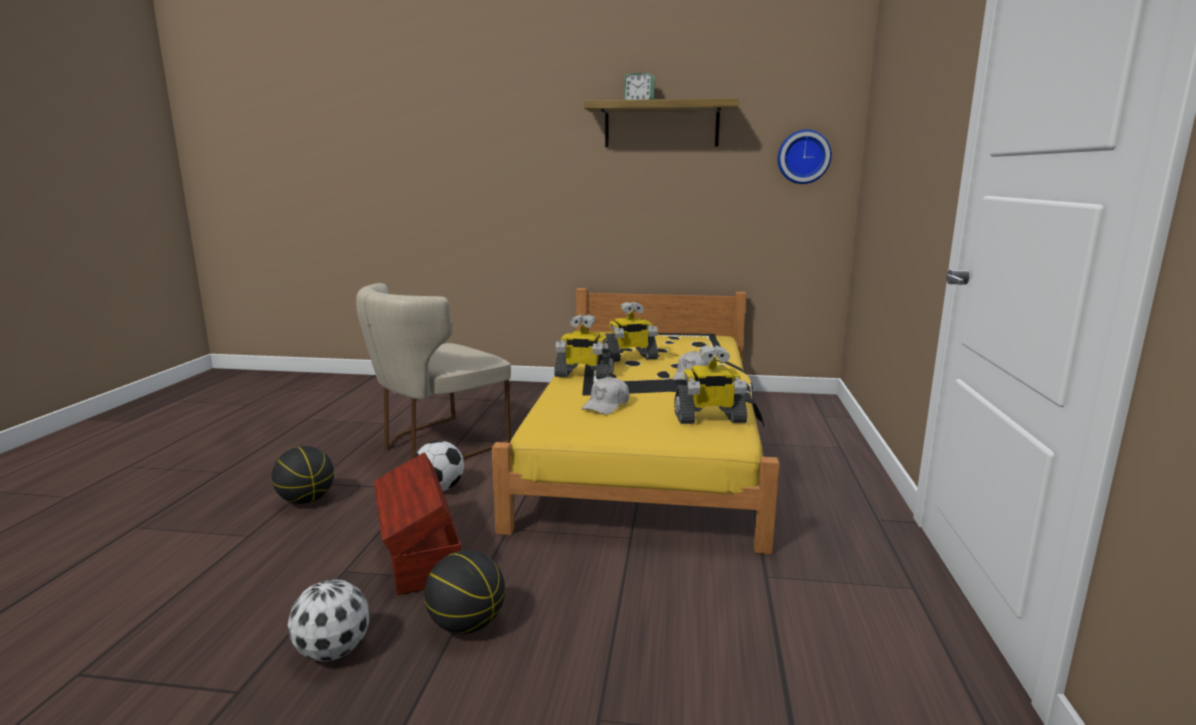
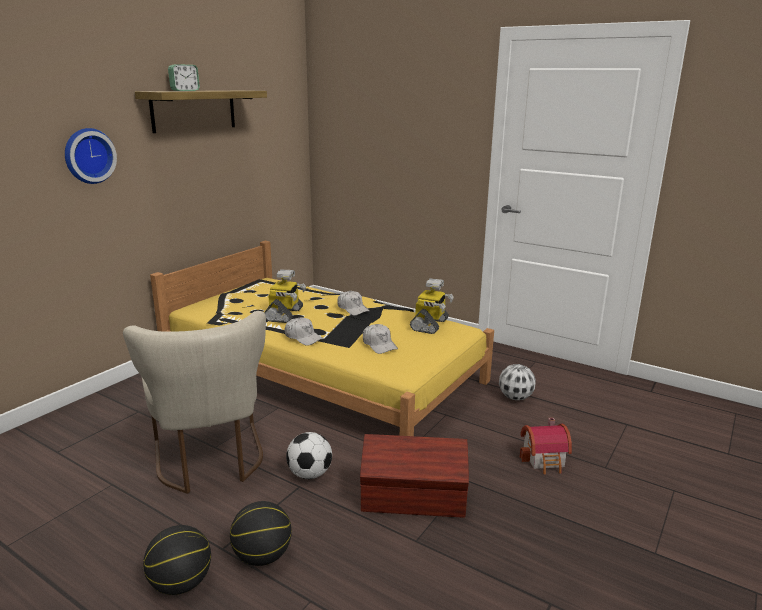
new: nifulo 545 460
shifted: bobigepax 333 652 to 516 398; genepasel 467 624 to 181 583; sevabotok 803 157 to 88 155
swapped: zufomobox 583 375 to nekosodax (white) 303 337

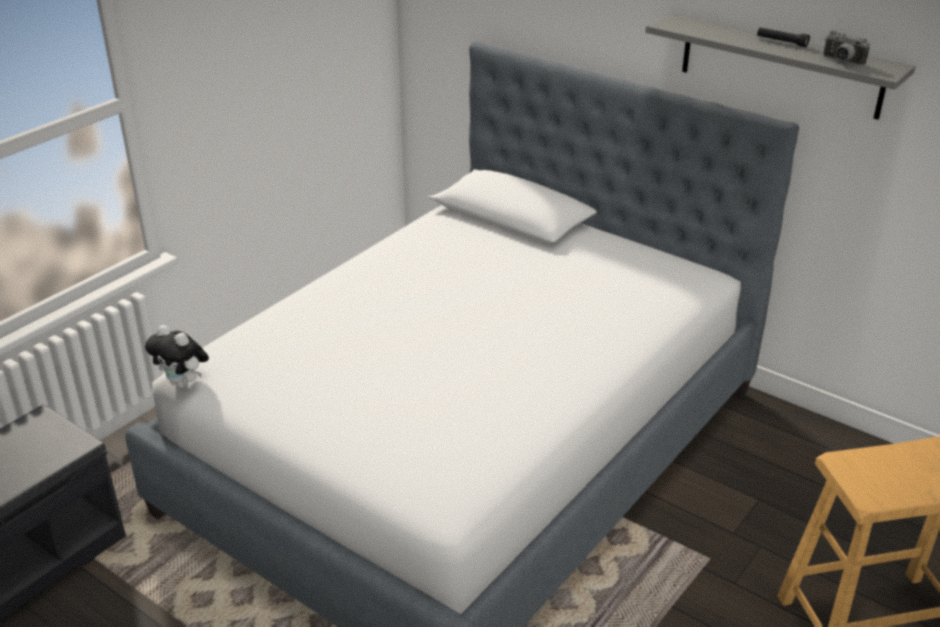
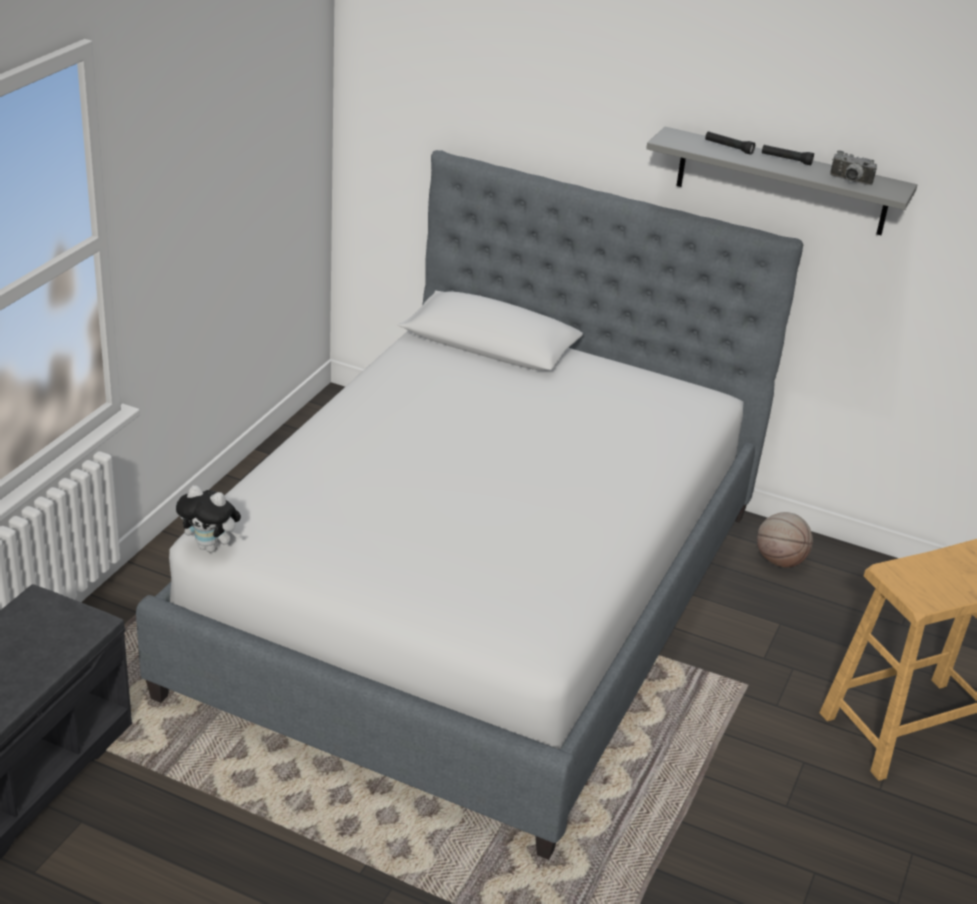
new: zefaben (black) 728 147; genepasel 780 561

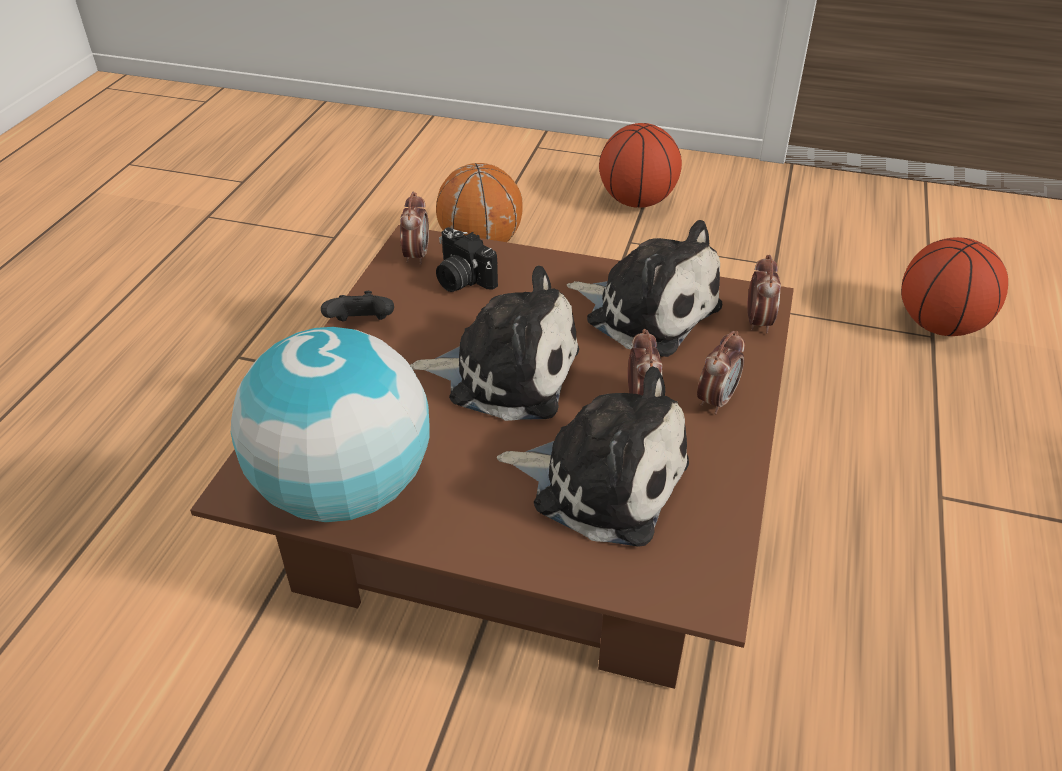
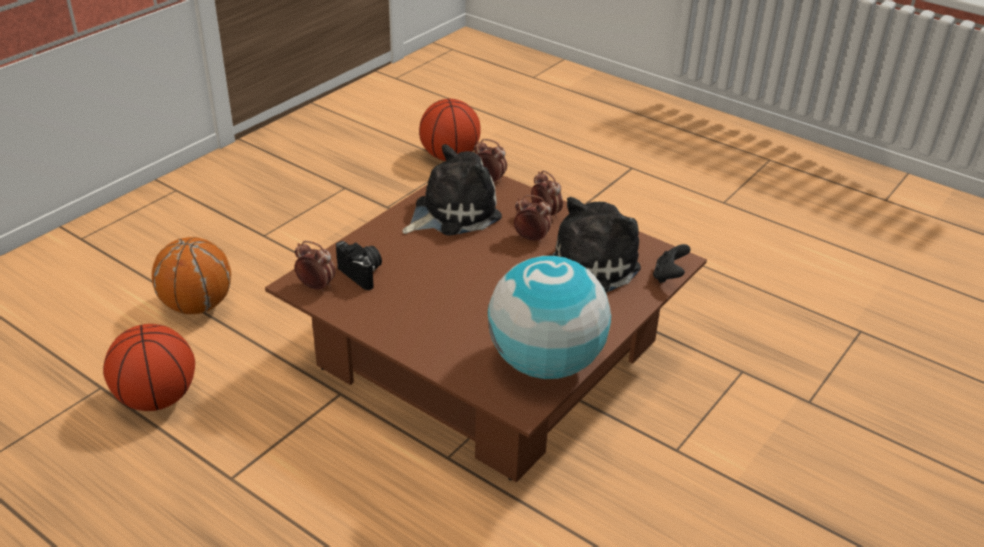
gone: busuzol 506 373
shifted: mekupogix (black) 362 325 to 669 276; genepasel 636 202 to 157 399
rotated: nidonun 461 280 = 363 273 105 degrees counterclockwise

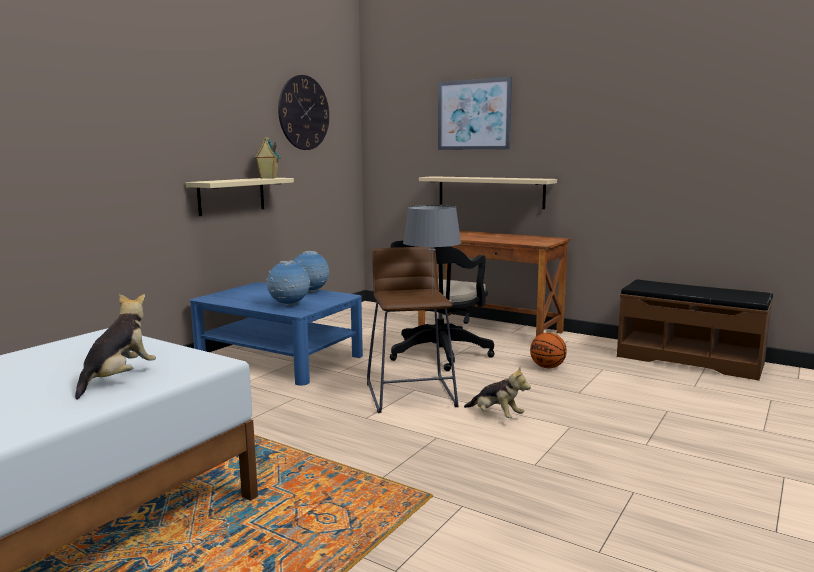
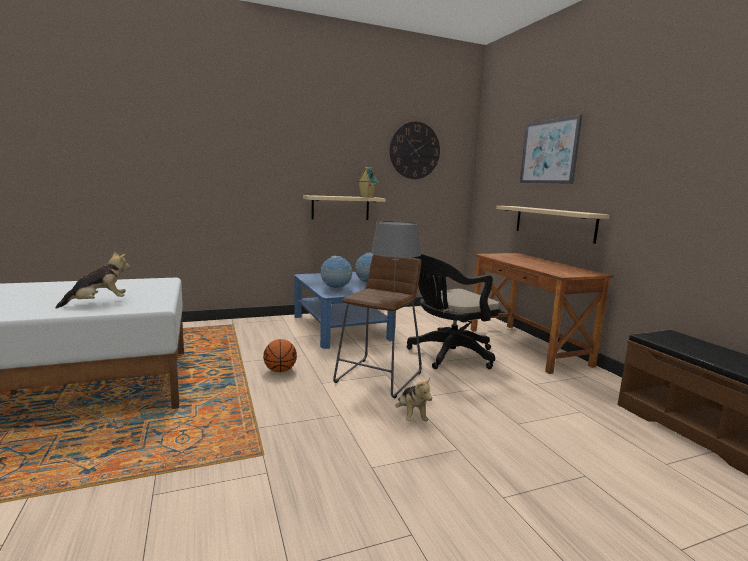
shifted: genepasel 547 367 to 280 371

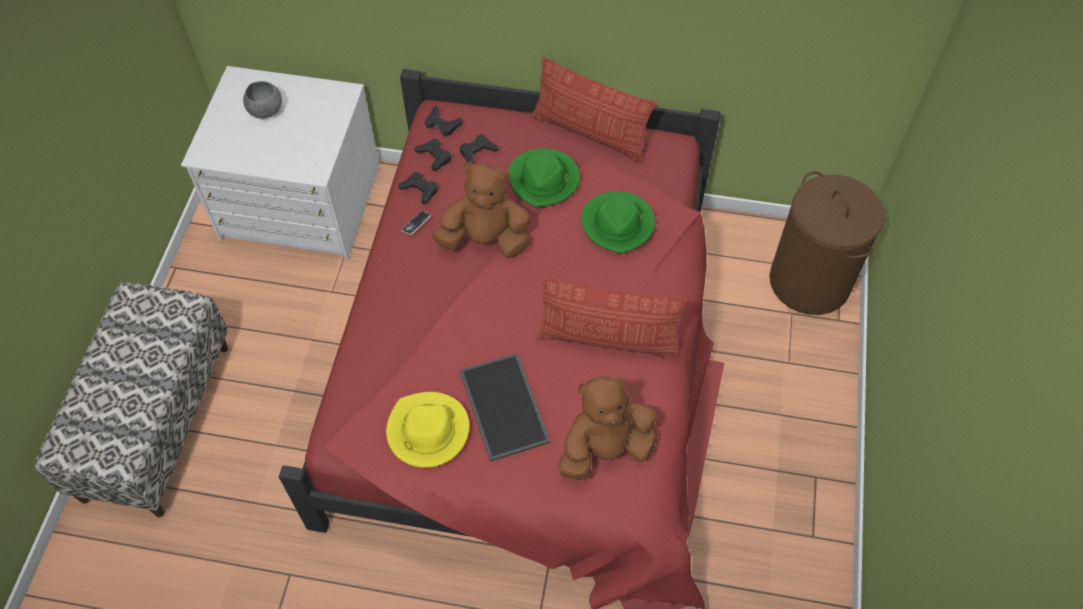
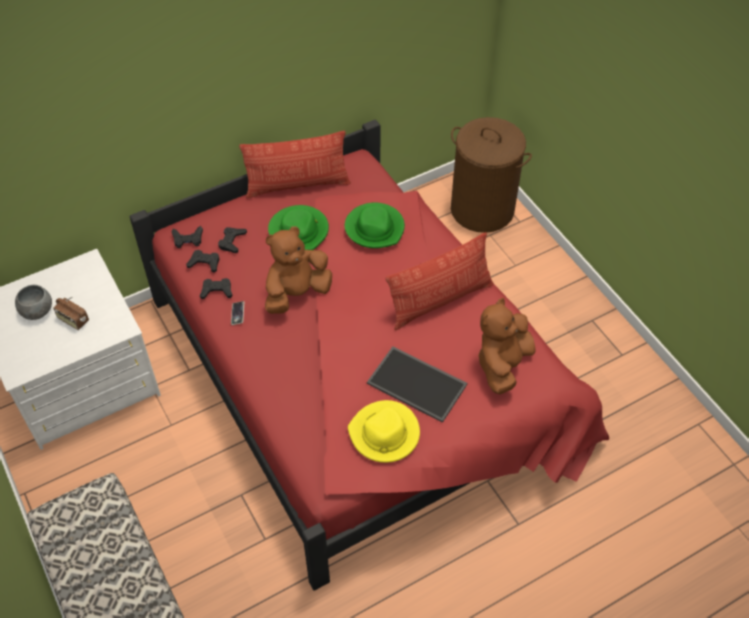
new: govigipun 73 320

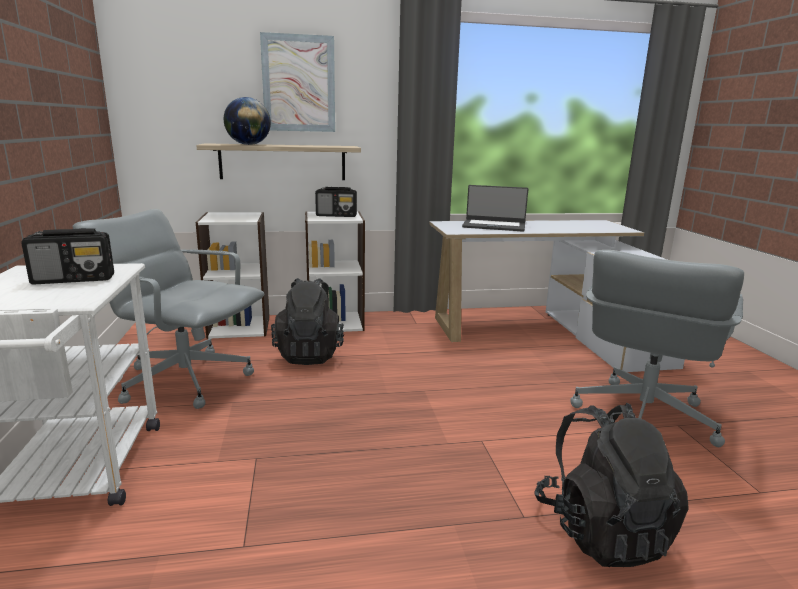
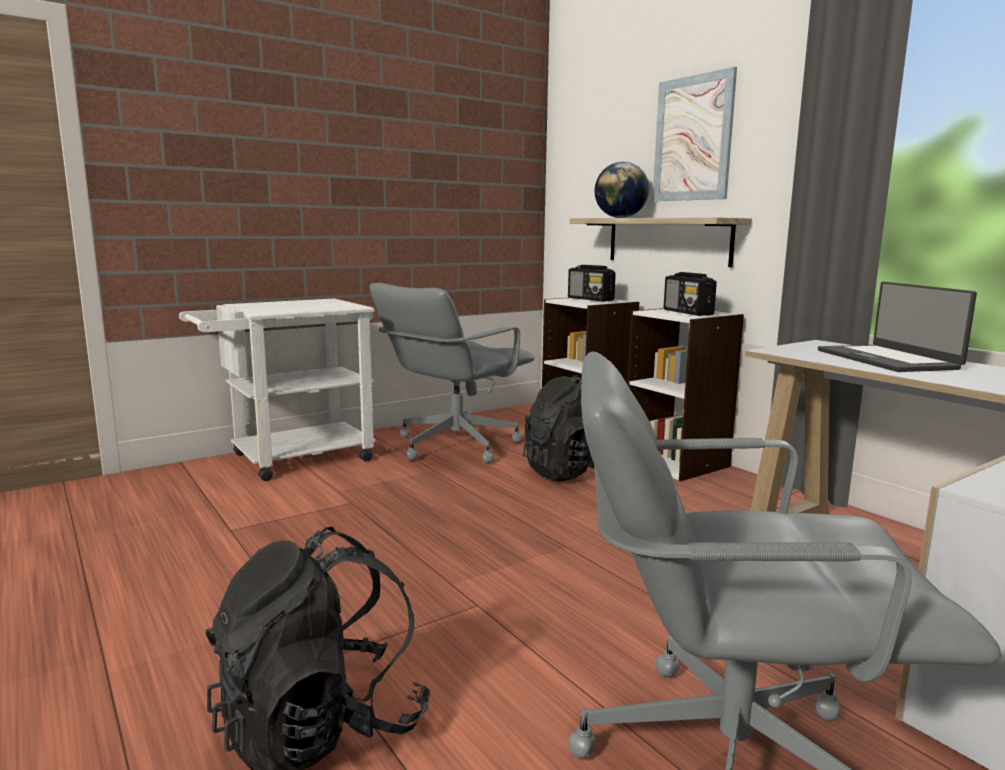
shifted: govigipun 74 279 to 591 299
rotated: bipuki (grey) 185 379 = 454 445 135 degrees counterclockwise

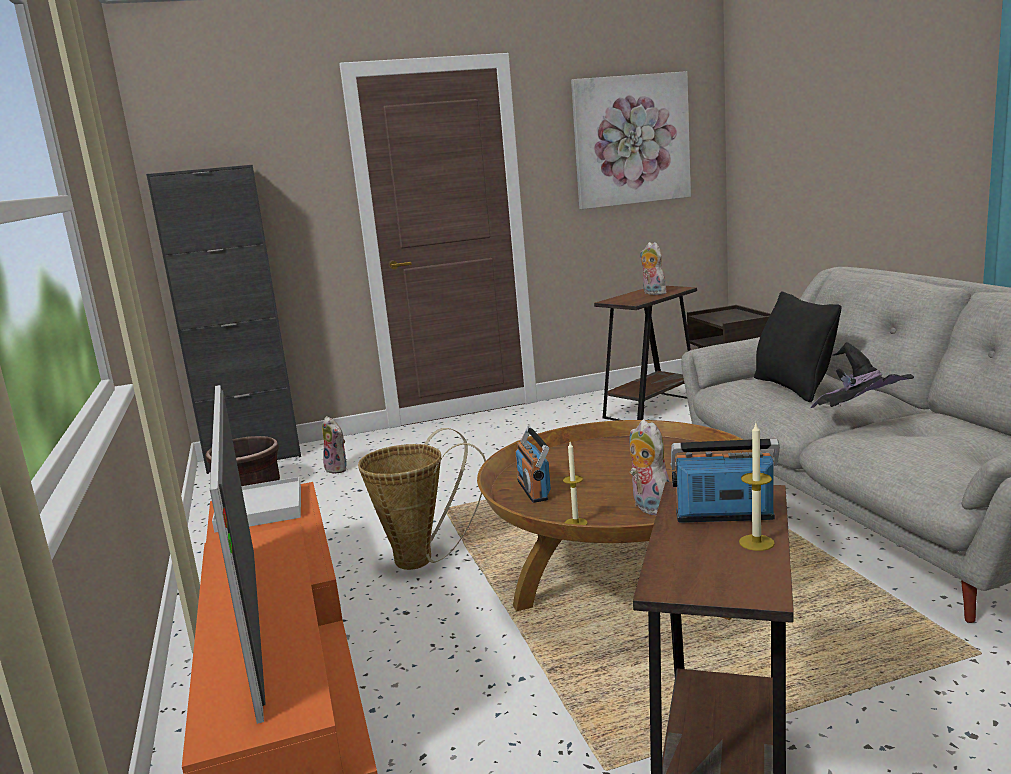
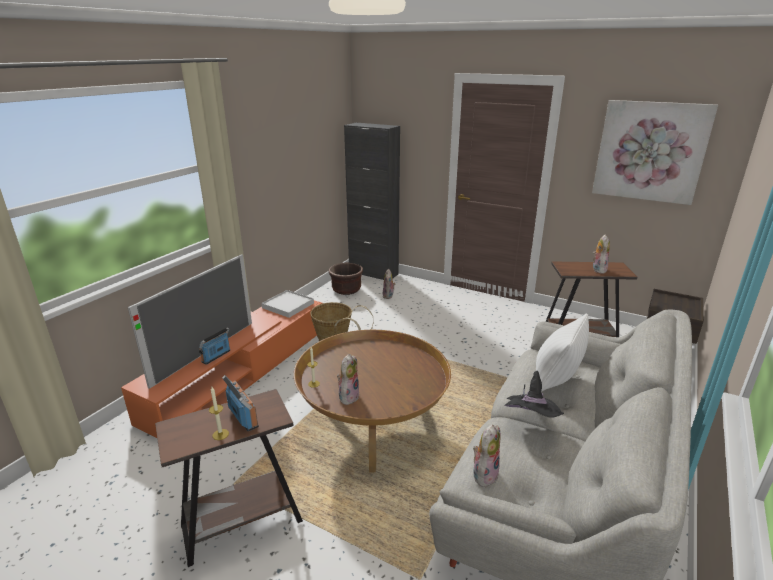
new: busuzol 484 474
shifted: govigipun 533 490 to 216 356
repainted: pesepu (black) 793 388 to pesepu (white) 556 379

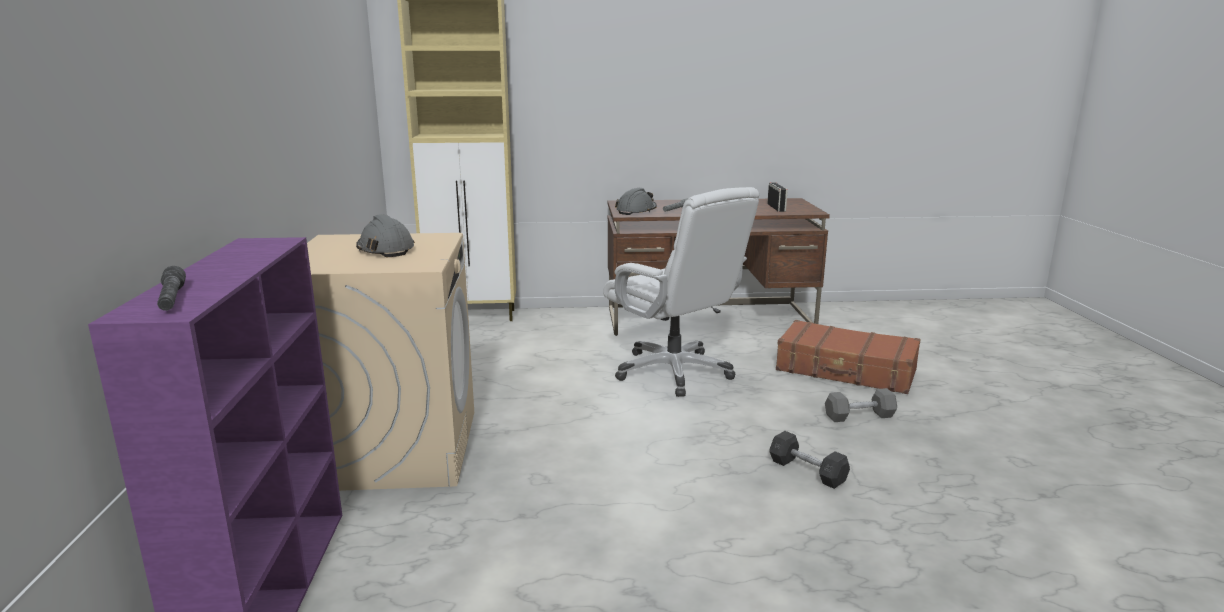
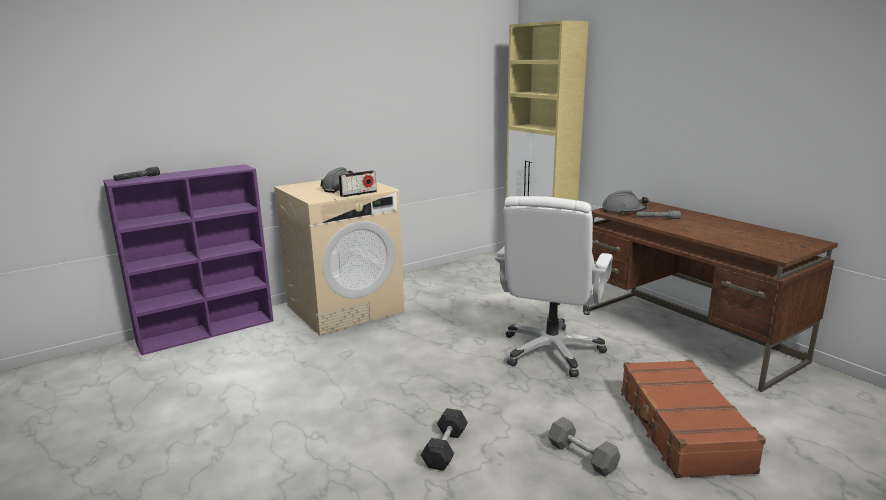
shifted: govigipun 776 208 to 358 194

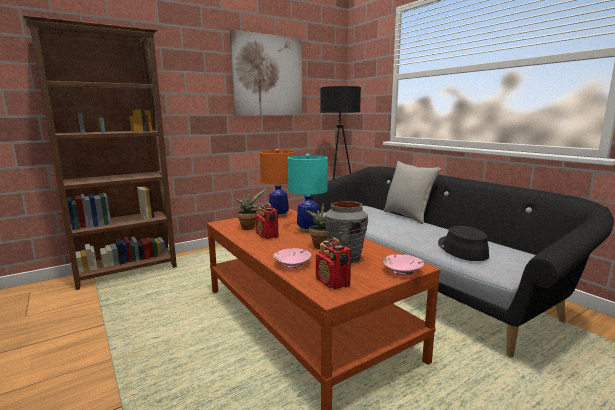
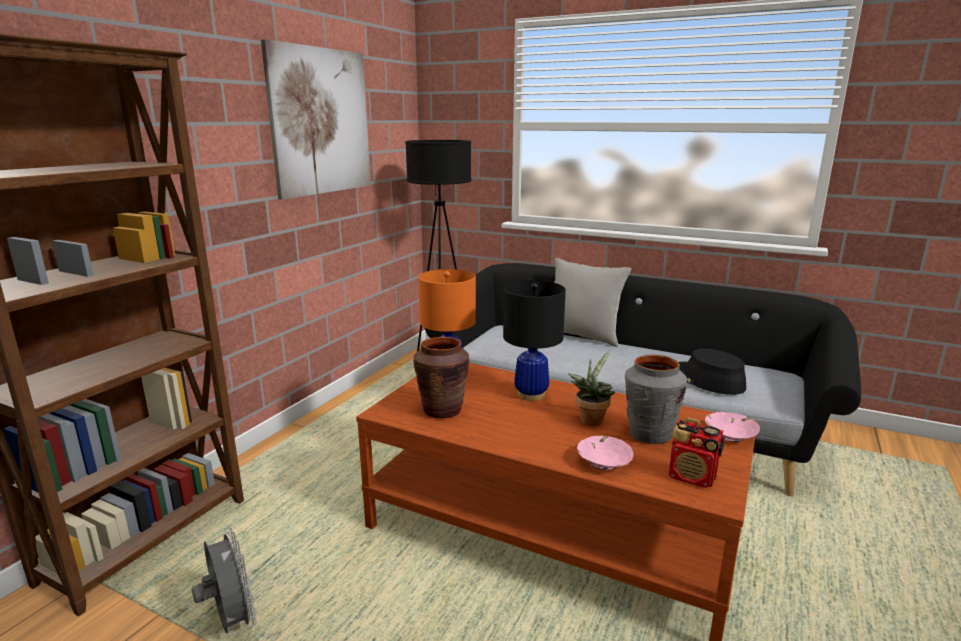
gone: govigipun 267 235
new: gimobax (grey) 231 622
swapped: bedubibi 249 227 to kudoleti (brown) 442 410
repainted: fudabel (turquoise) 308 229 to fudabel (black) 531 394

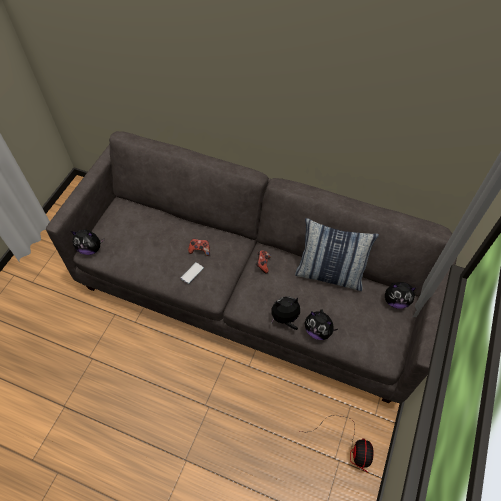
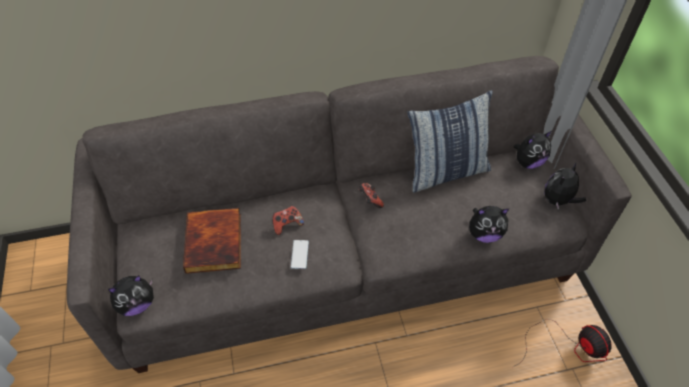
new: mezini 215 243
shifted: busuzol 285 319 to 558 200

